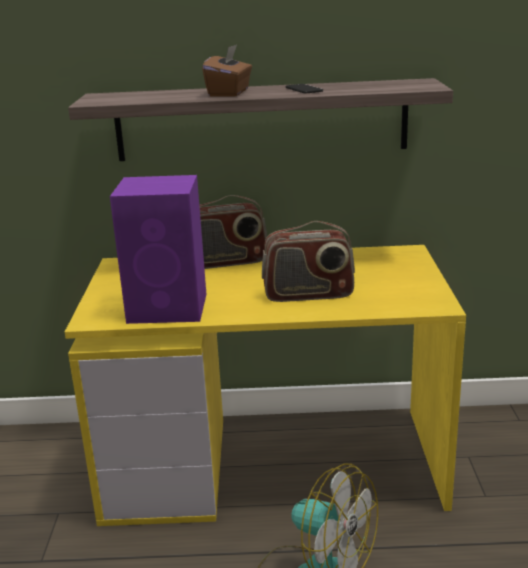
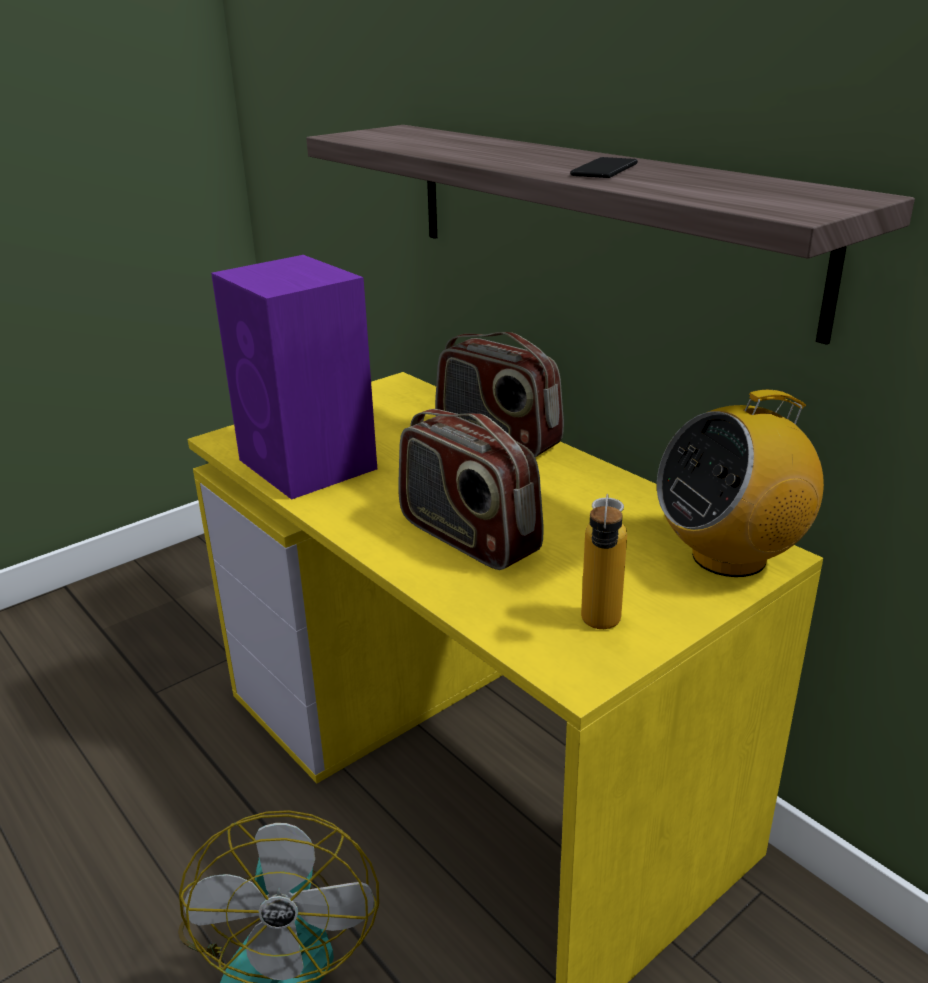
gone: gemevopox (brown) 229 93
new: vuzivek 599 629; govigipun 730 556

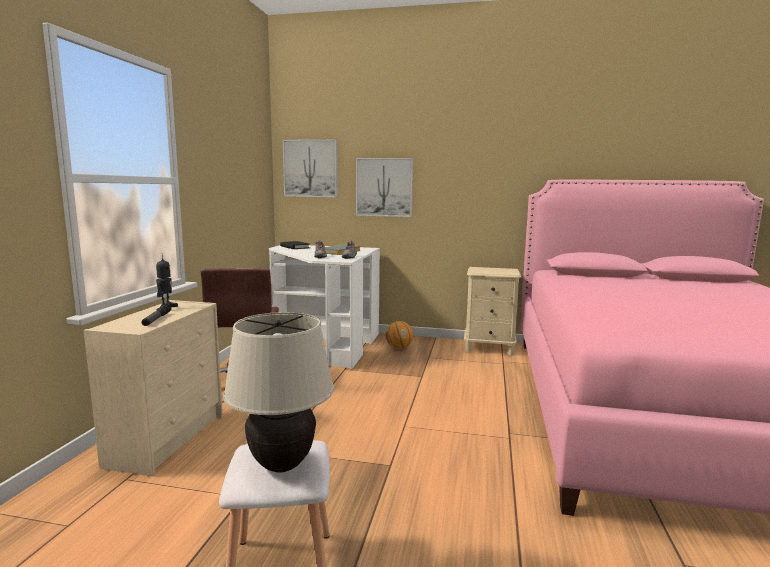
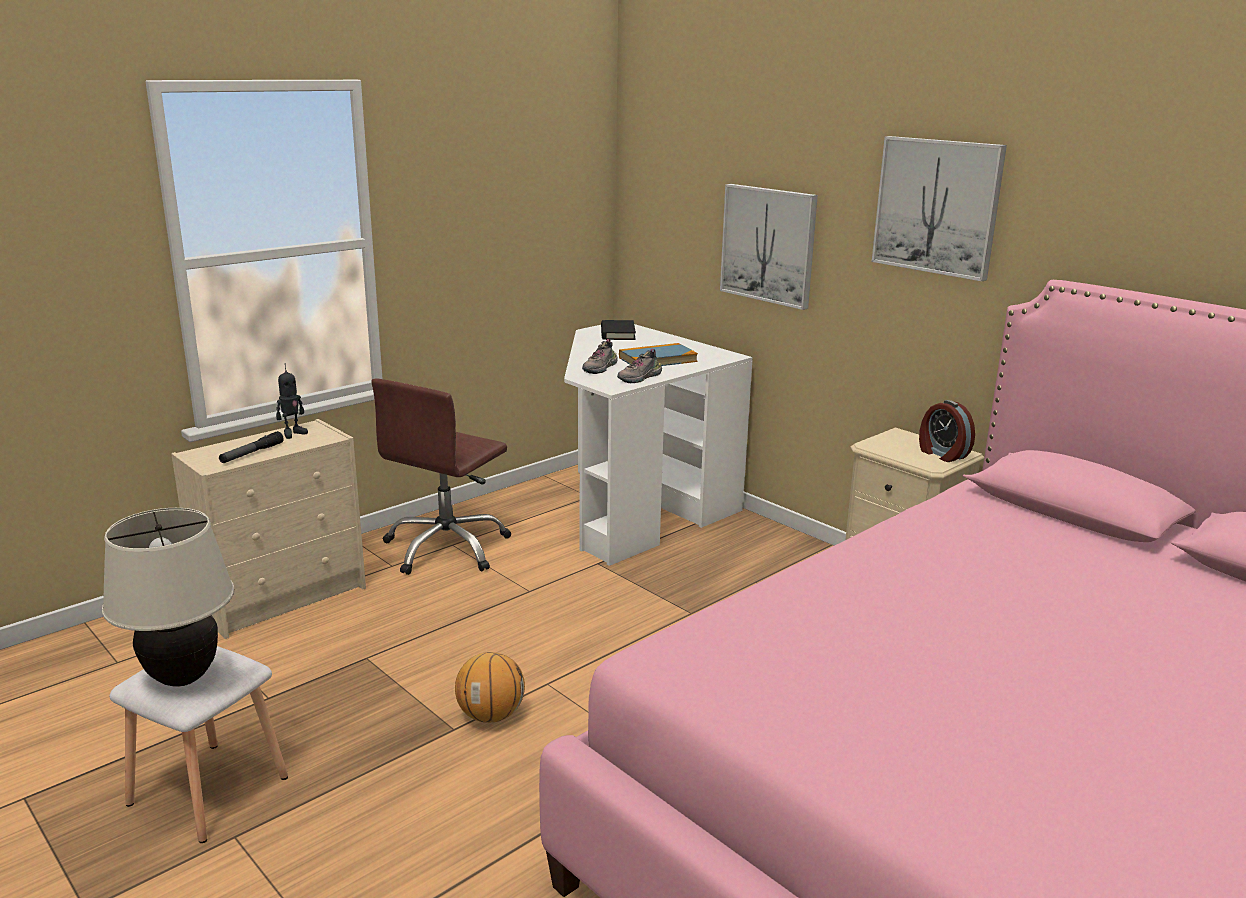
new: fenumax 942 454
shifted: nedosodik 311 168 to 937 206; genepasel 399 348 to 491 715

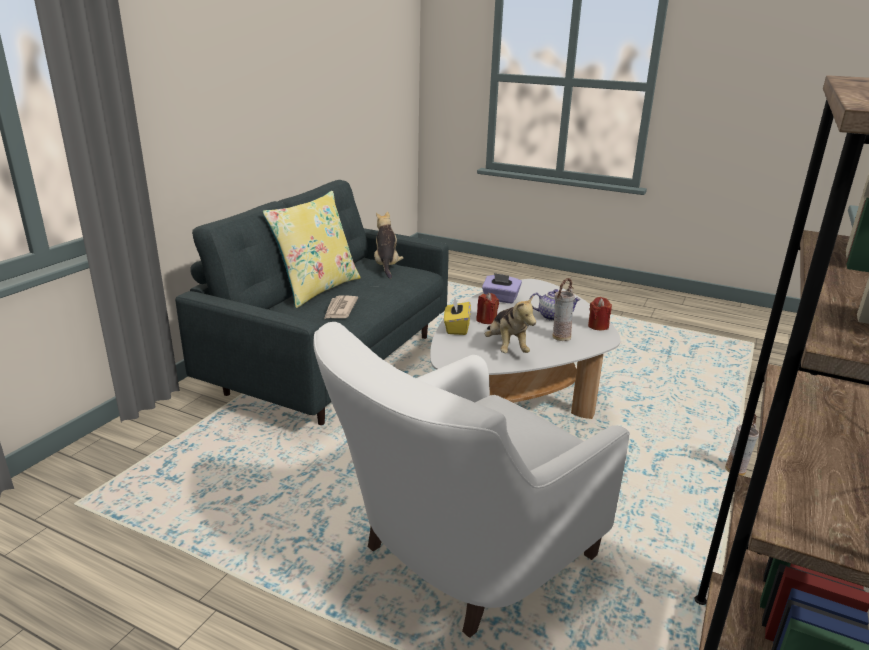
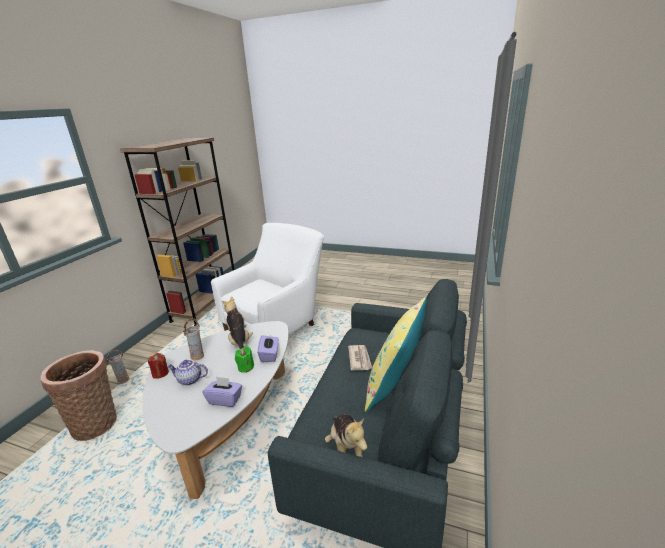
new: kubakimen 96 423
repainted: gemevopox (yellow) 456 328 to gemevopox (purple) 270 355; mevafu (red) 486 320 to mevafu (green) 246 367

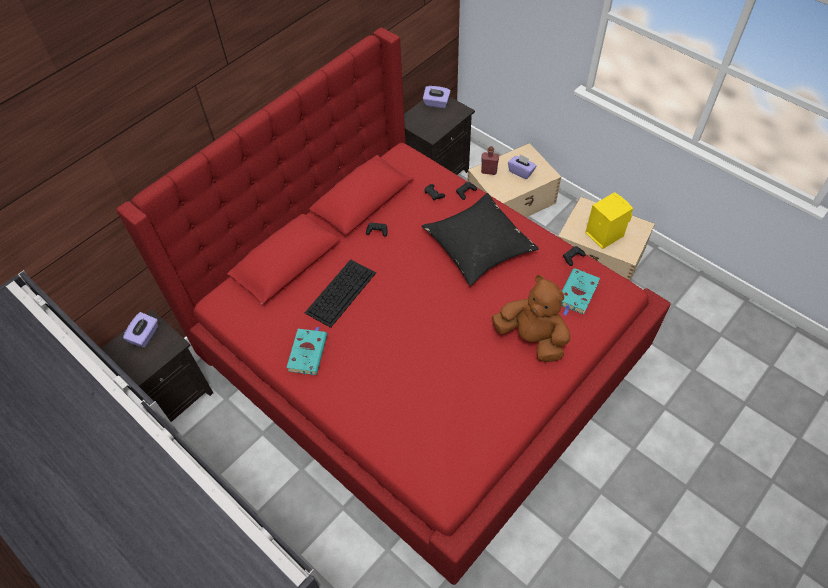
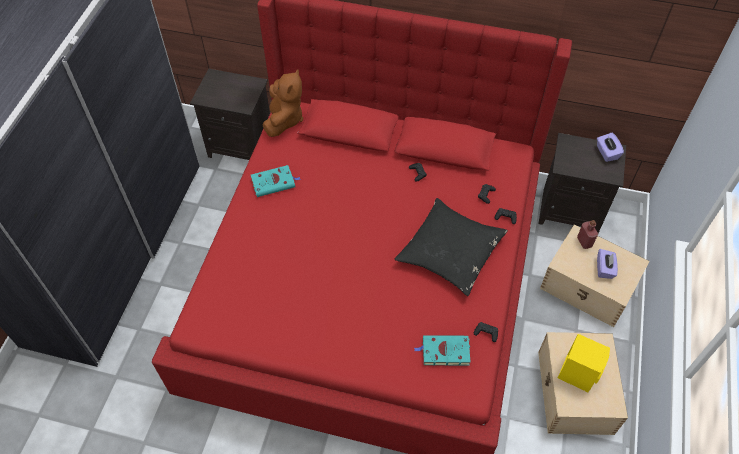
gone: gemevopox (purple) 145 336; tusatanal 341 292
shifted: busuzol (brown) 531 338 to 284 119

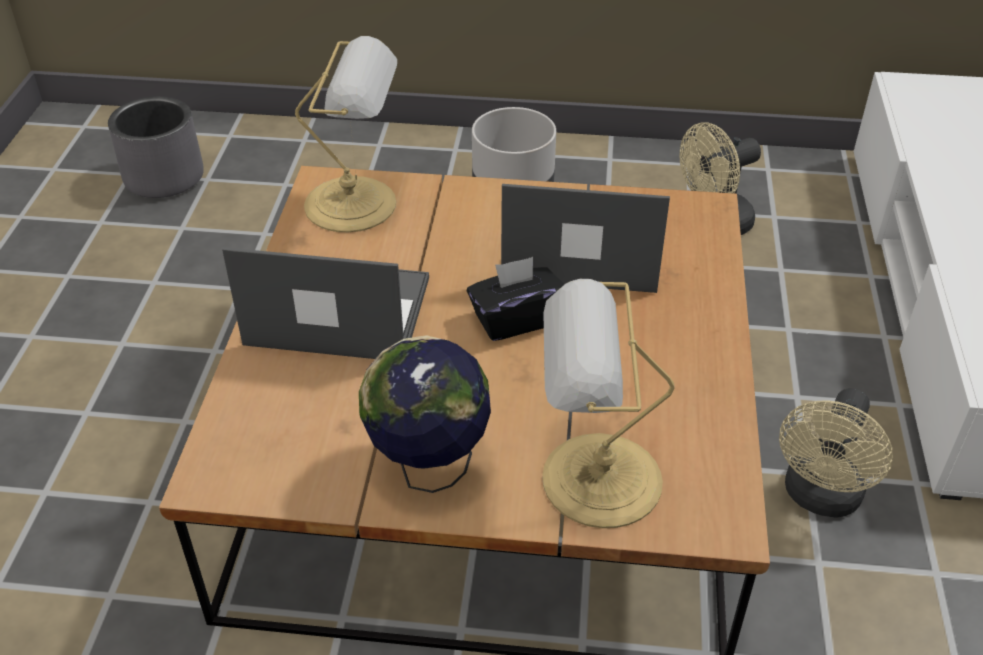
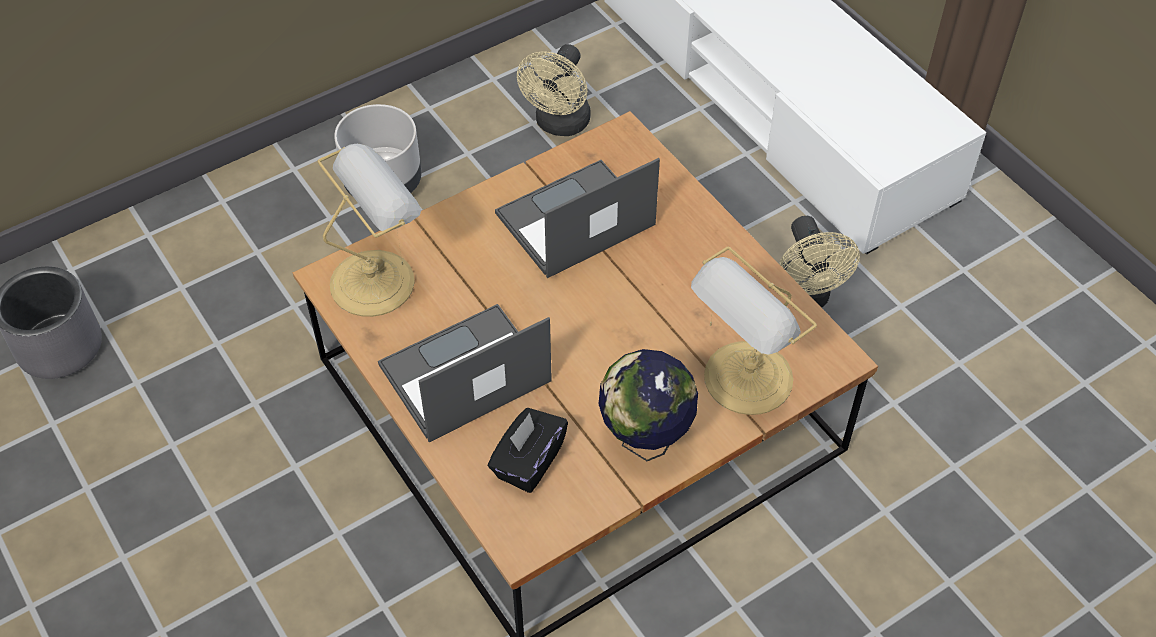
shifted: gemevopox (black) 516 319 to 528 462

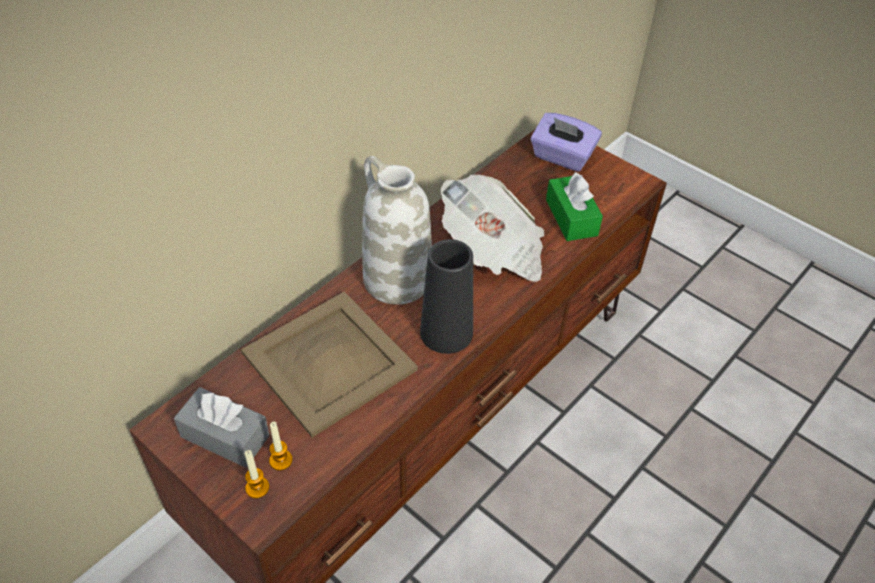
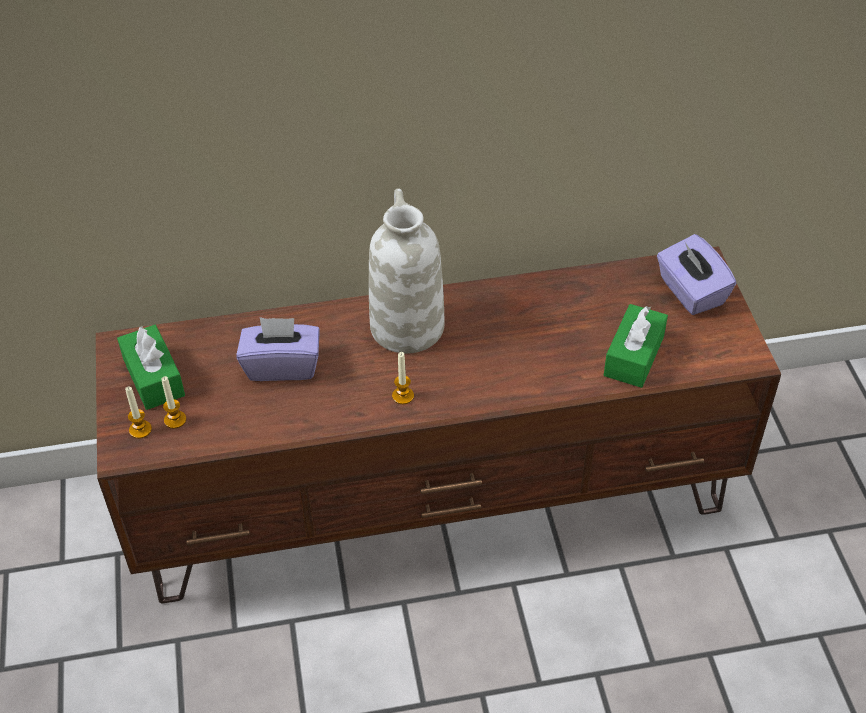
gone: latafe 493 250
swapped: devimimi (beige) 329 363 to gemevopox (purple) 282 365; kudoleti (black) 446 332 to mevafu 403 396
repainted: gemevopox (grey) 225 436 to gemevopox (green) 154 377

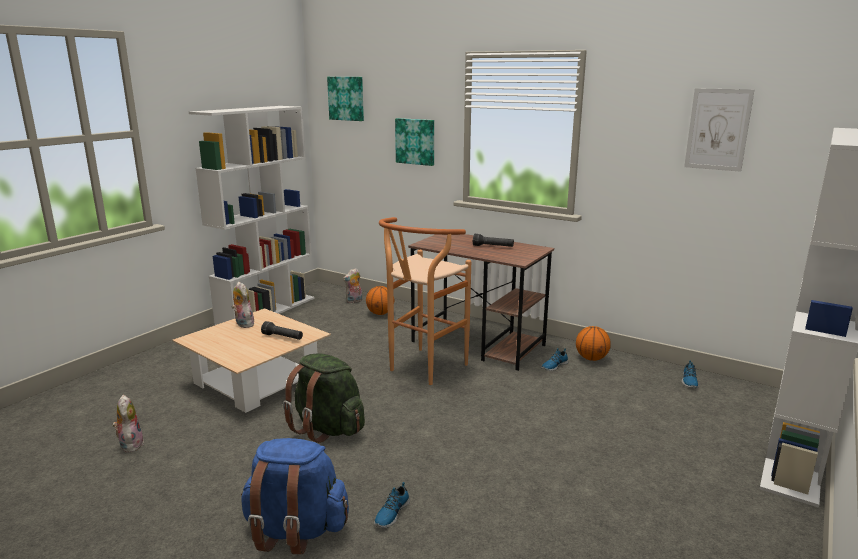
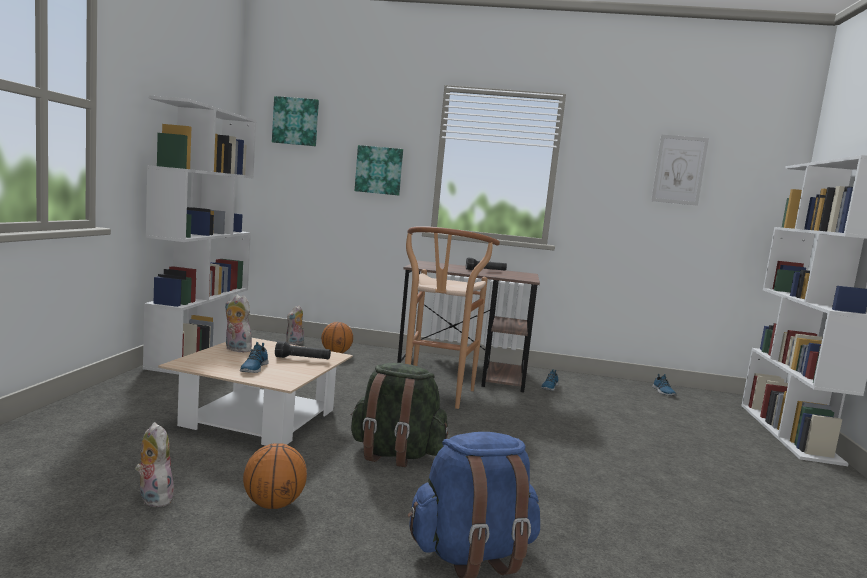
shifted: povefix 391 513 to 253 368; genepasel 591 358 to 274 504

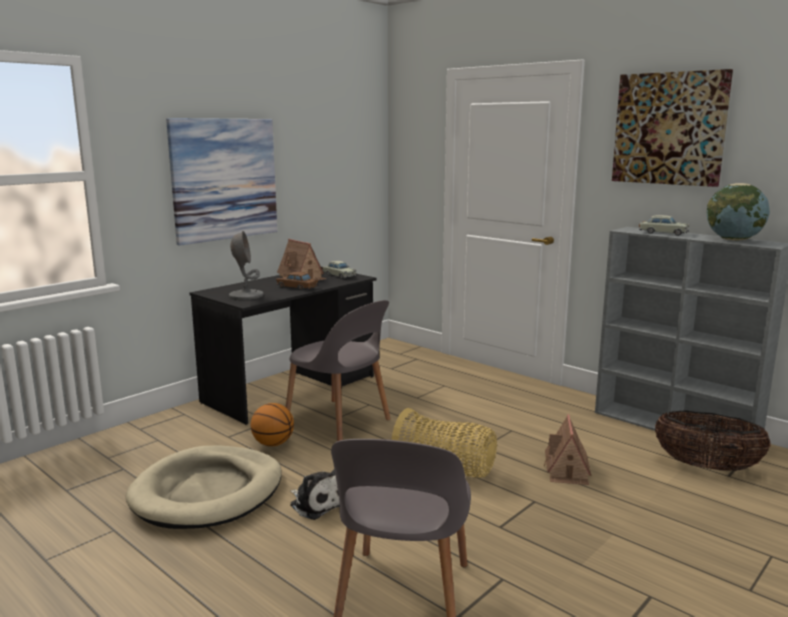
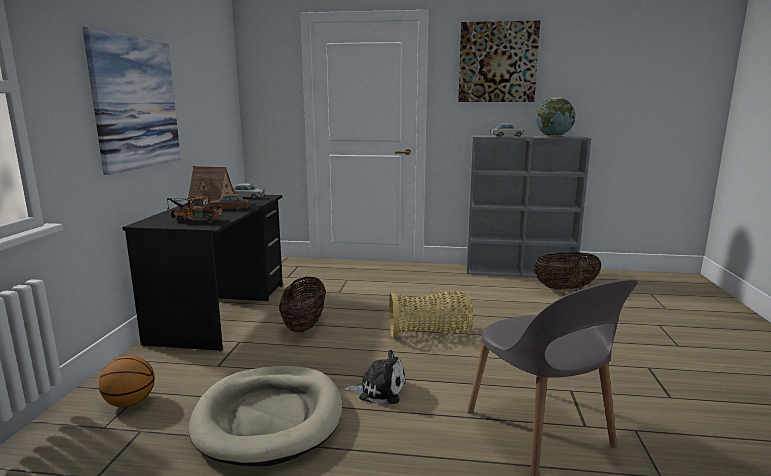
gone: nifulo 567 469
shifted: genepasel 273 443 to 130 403
swapped: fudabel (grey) 246 295 to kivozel 195 221; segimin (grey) 339 422 to kubakimen 304 325

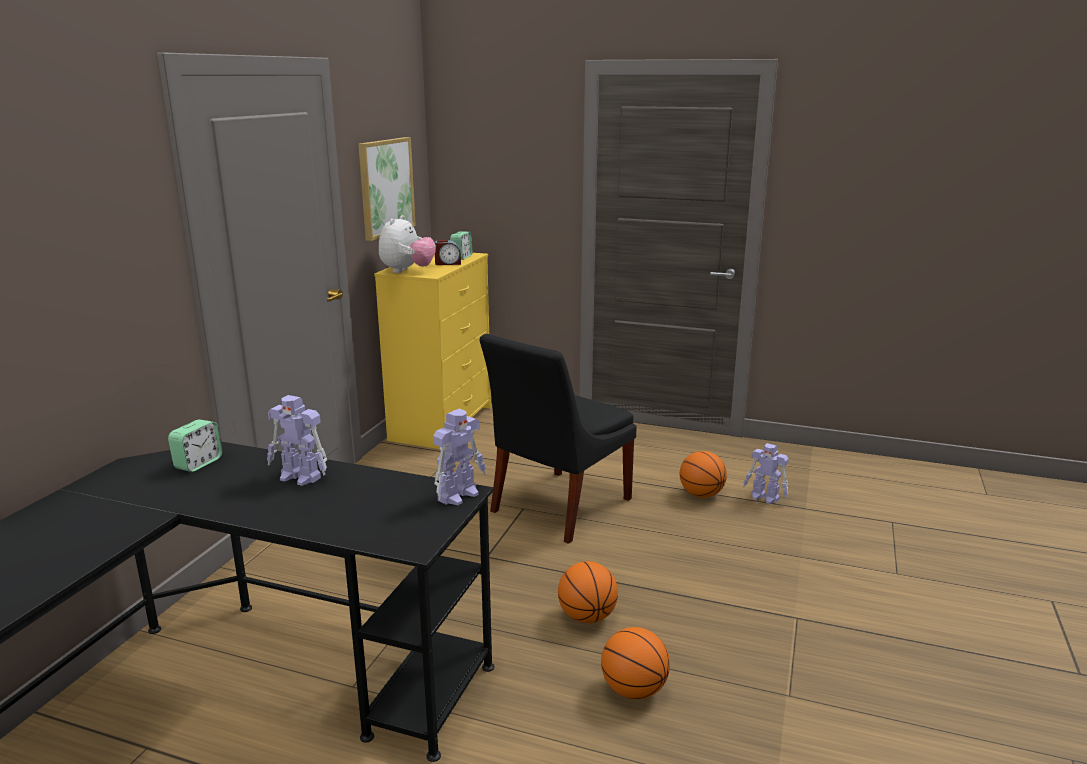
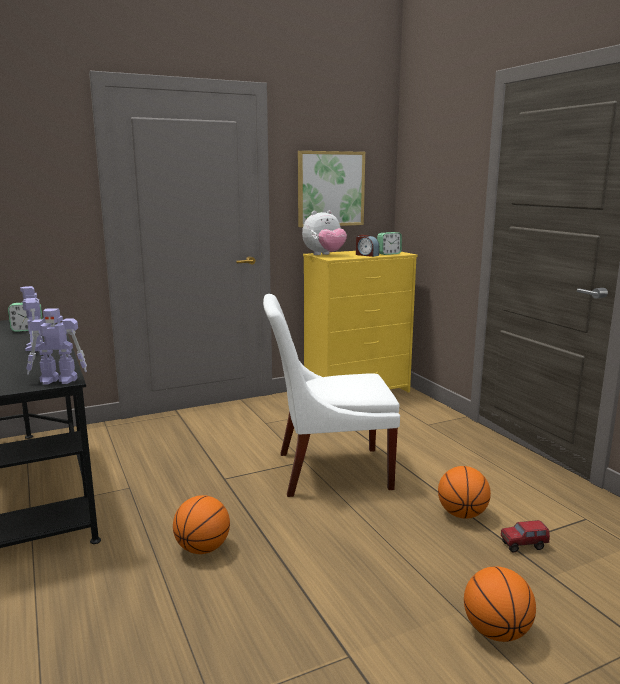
shifted: genepasel 634 690 to 496 632
swapped: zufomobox 765 497 to kivozel 523 546
repainted: segimin (black) 557 507 to segimin (white) 327 470

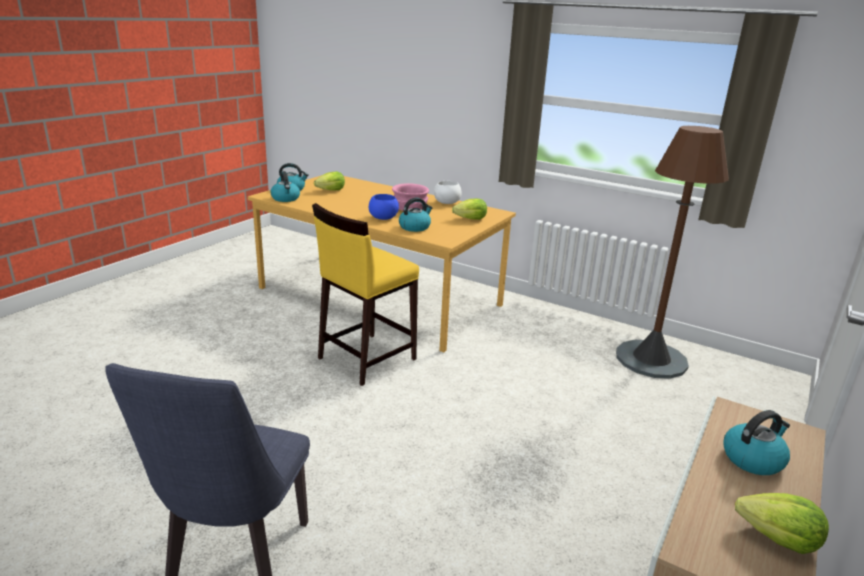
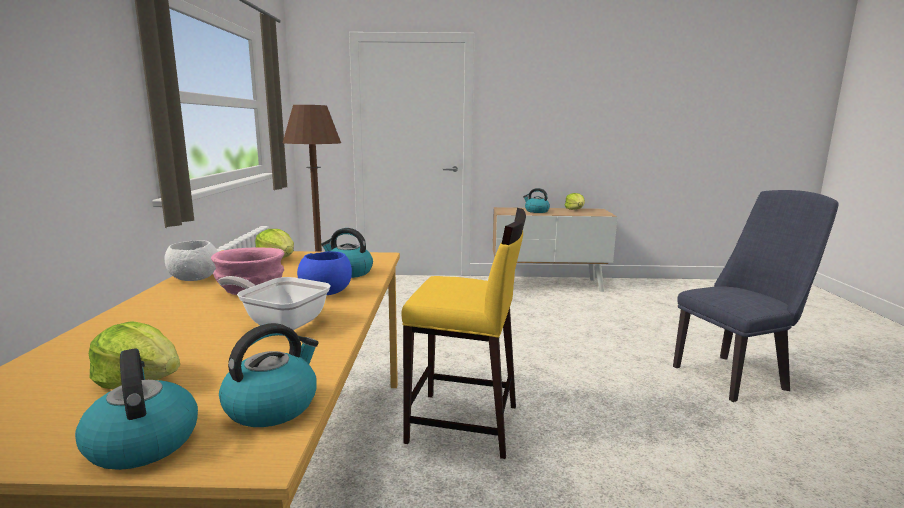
new: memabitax 280 322

